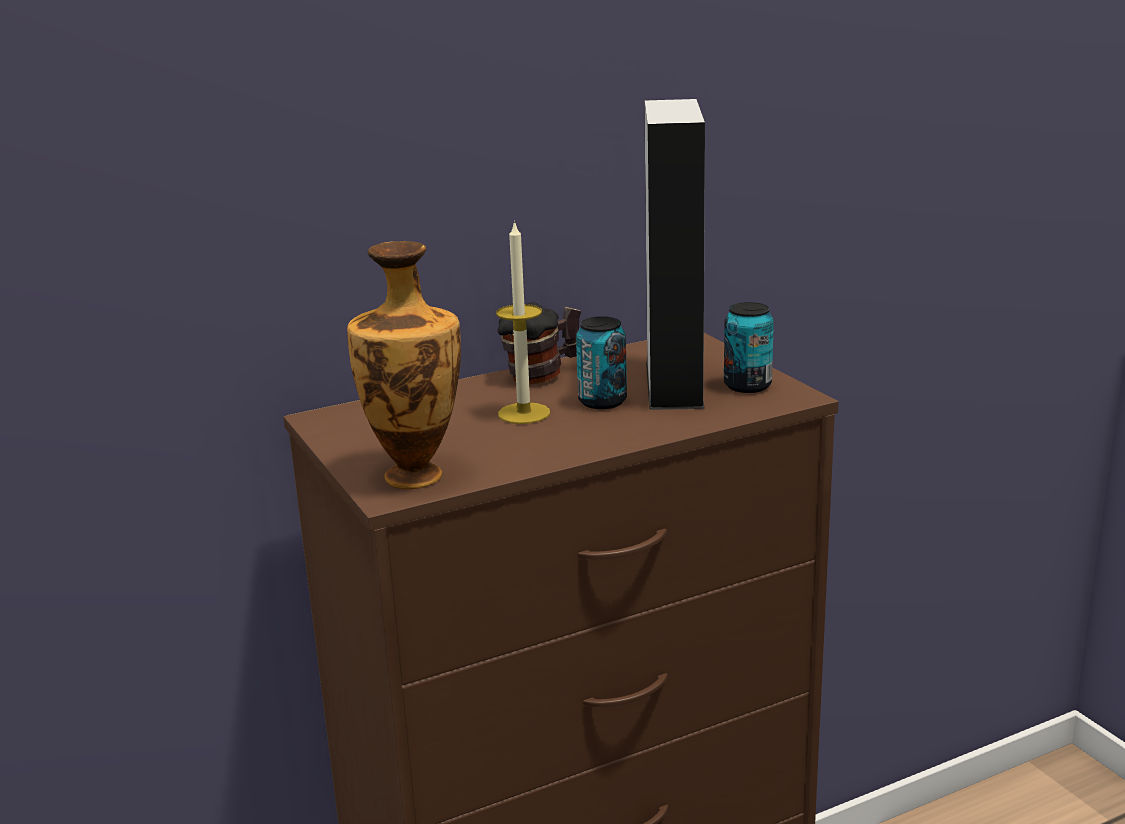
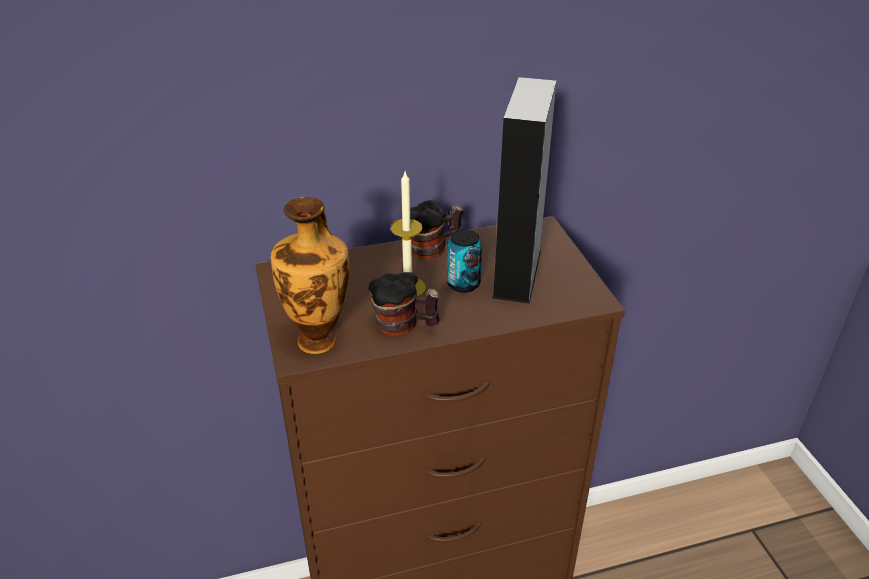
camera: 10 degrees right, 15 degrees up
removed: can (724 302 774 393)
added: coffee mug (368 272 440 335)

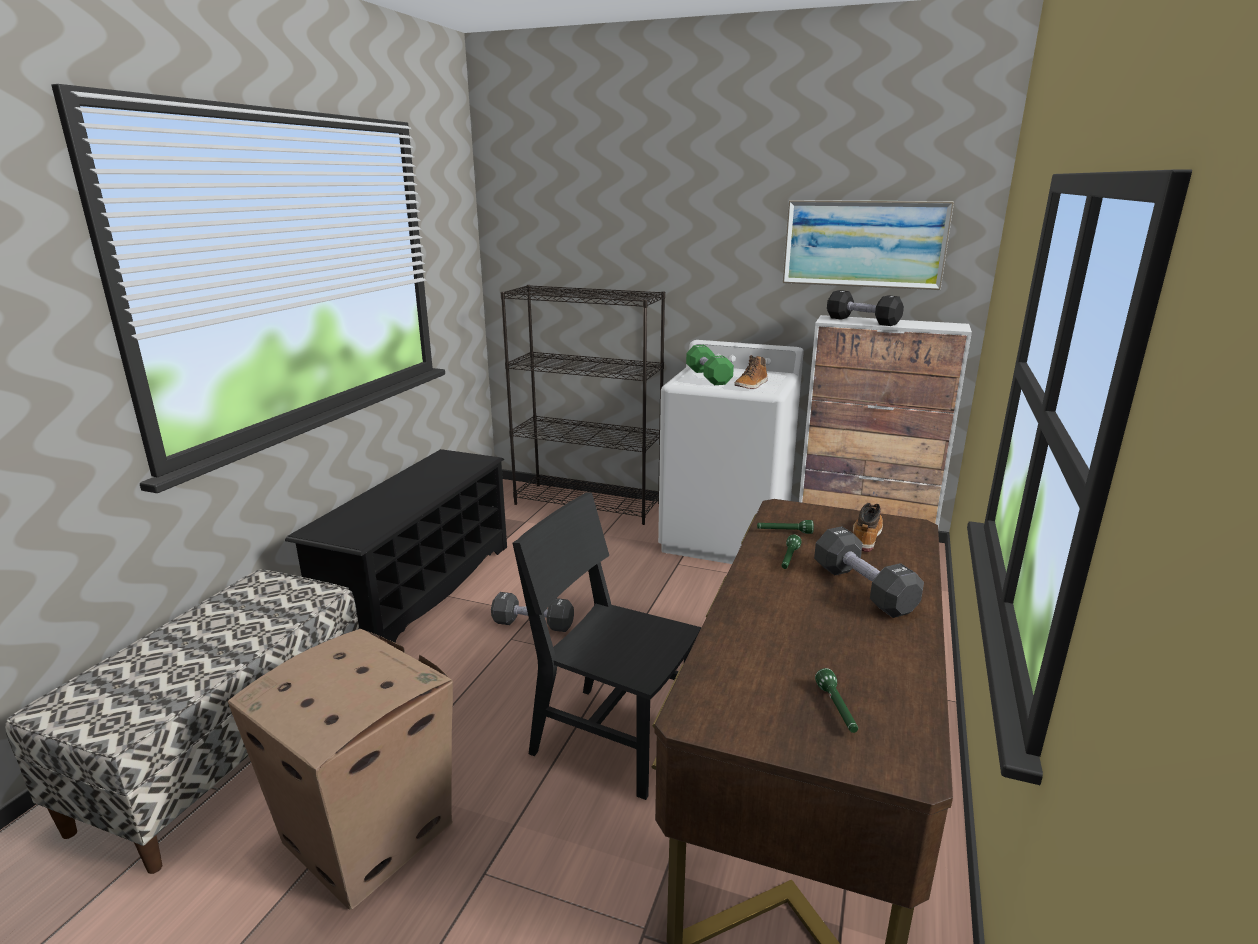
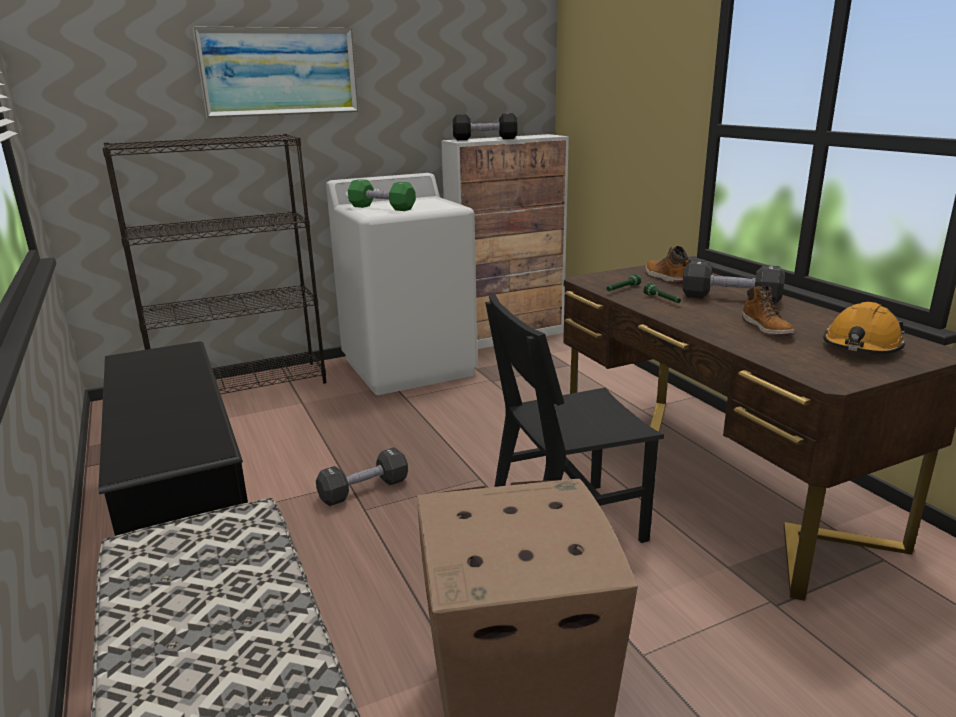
camera: 45 degrees left, 0 degrees up
moved: wall art (783 200 954 290) to (193 27 359 118); boot (735 355 768 389) to (742 286 795 335)
replaced: flashlight in greenish (815 668 858 733) to work helmet in orange (823 302 905 354)

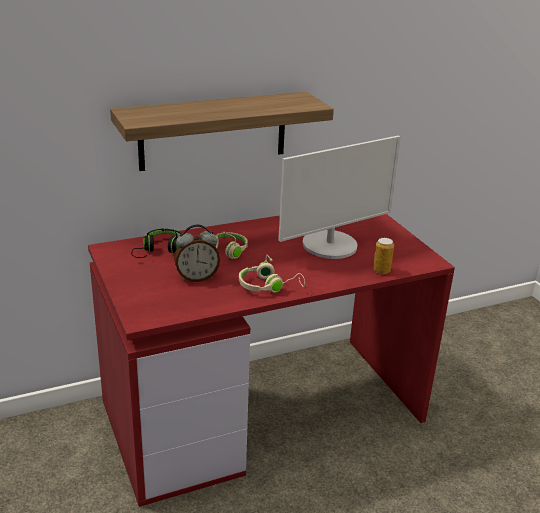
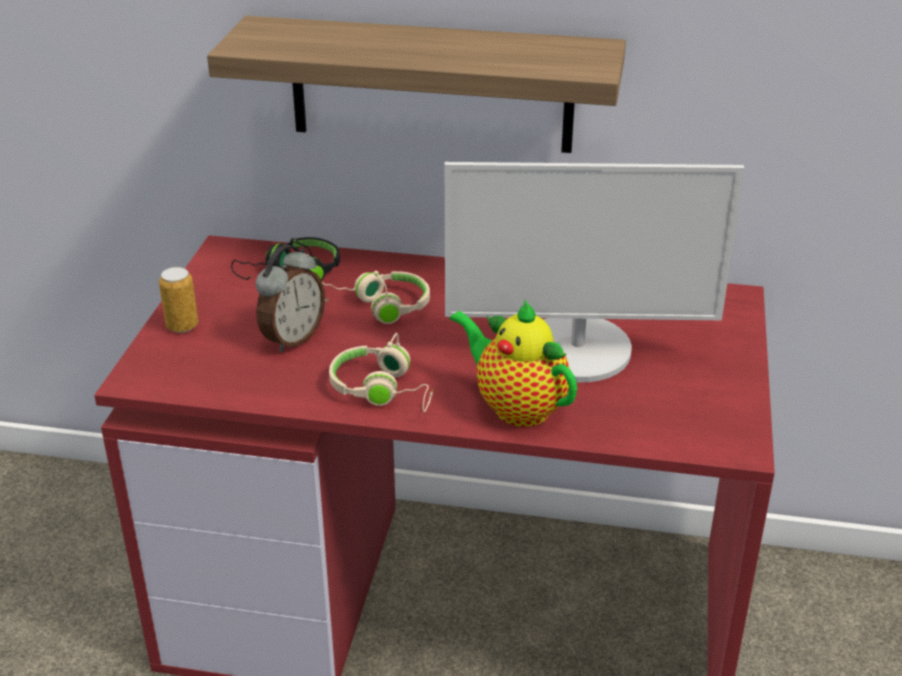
camera: 35 degrees right, 5 degrees up
added: pot for tea (449 299 577 427)
moved: can (373 238 394 274) to (159 267 198 333)
turned: bedside clock (174 224 220 282) = (256 244 325 352) 75 degrees counterclockwise

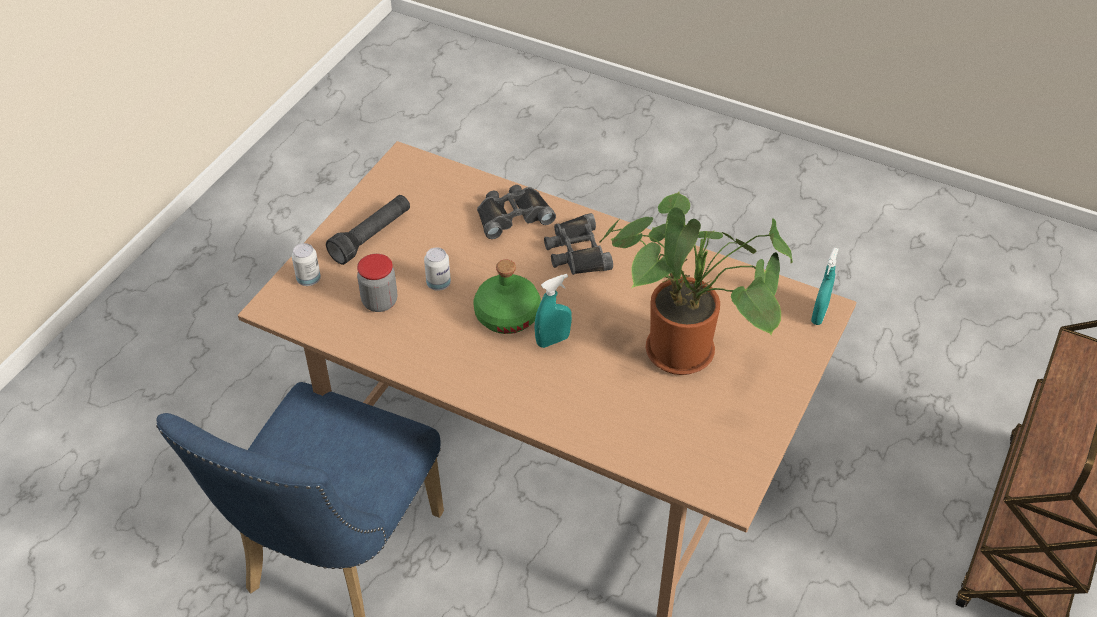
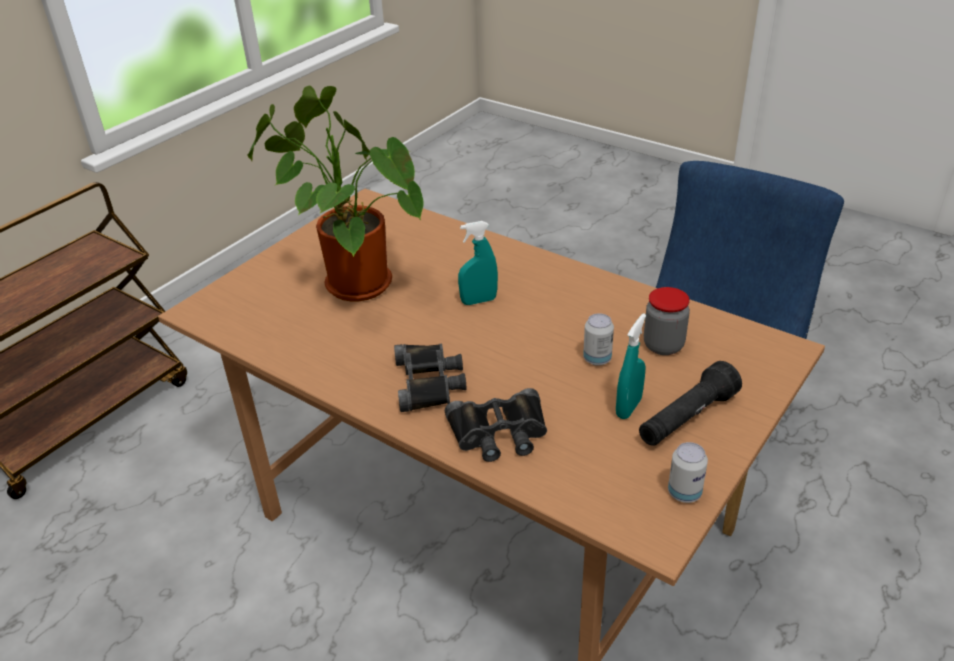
camera: 170 degrees left, 10 degrees down
removed: beverage bottle in greenish (474 260 541 334)
moved: can (292 243 321 286) to (668 442 708 503); sprayer in turquoise-coloured (811 247 839 325) to (616 313 646 419)

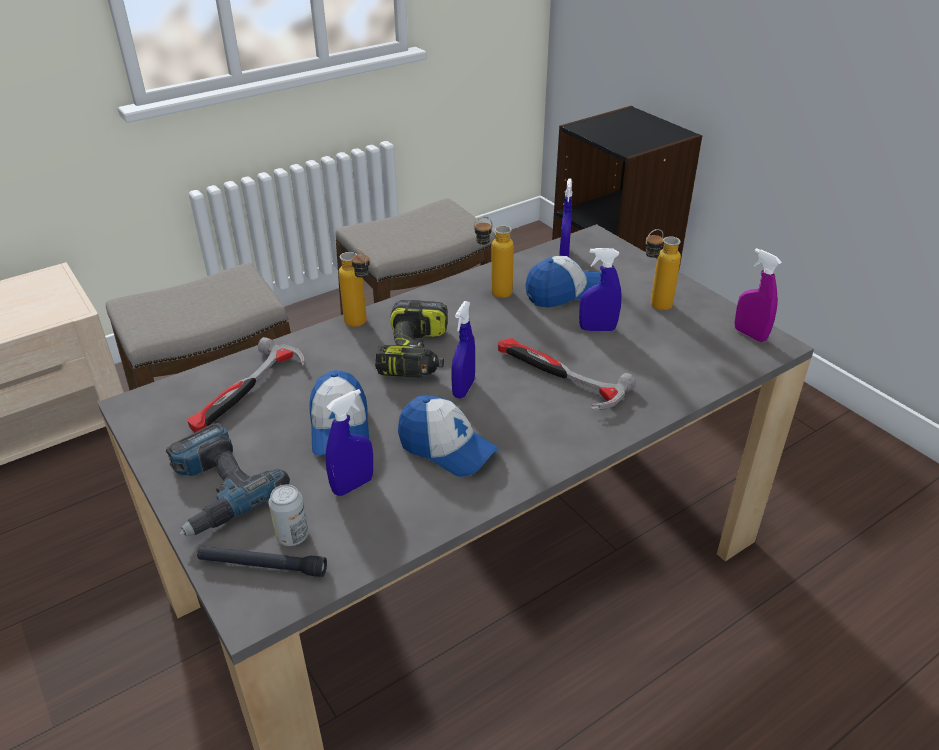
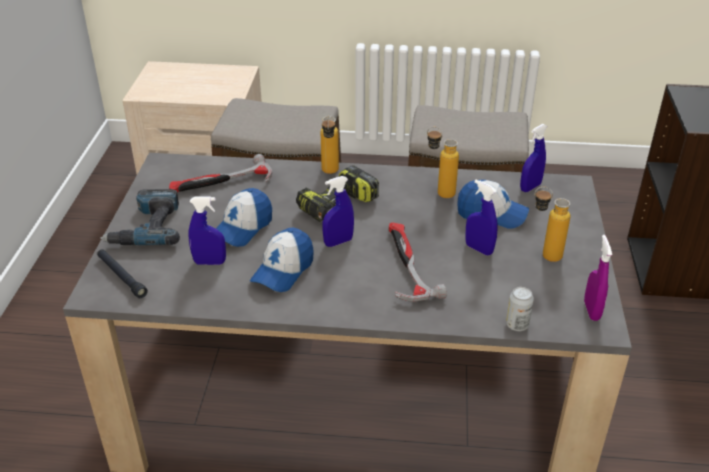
camera: 40 degrees right, 0 degrees up
moved: can (268 484 308 546) to (506 287 534 331)
turned: peaked cap (398 396 498 477) = (250 228 314 292) 45 degrees clockwise

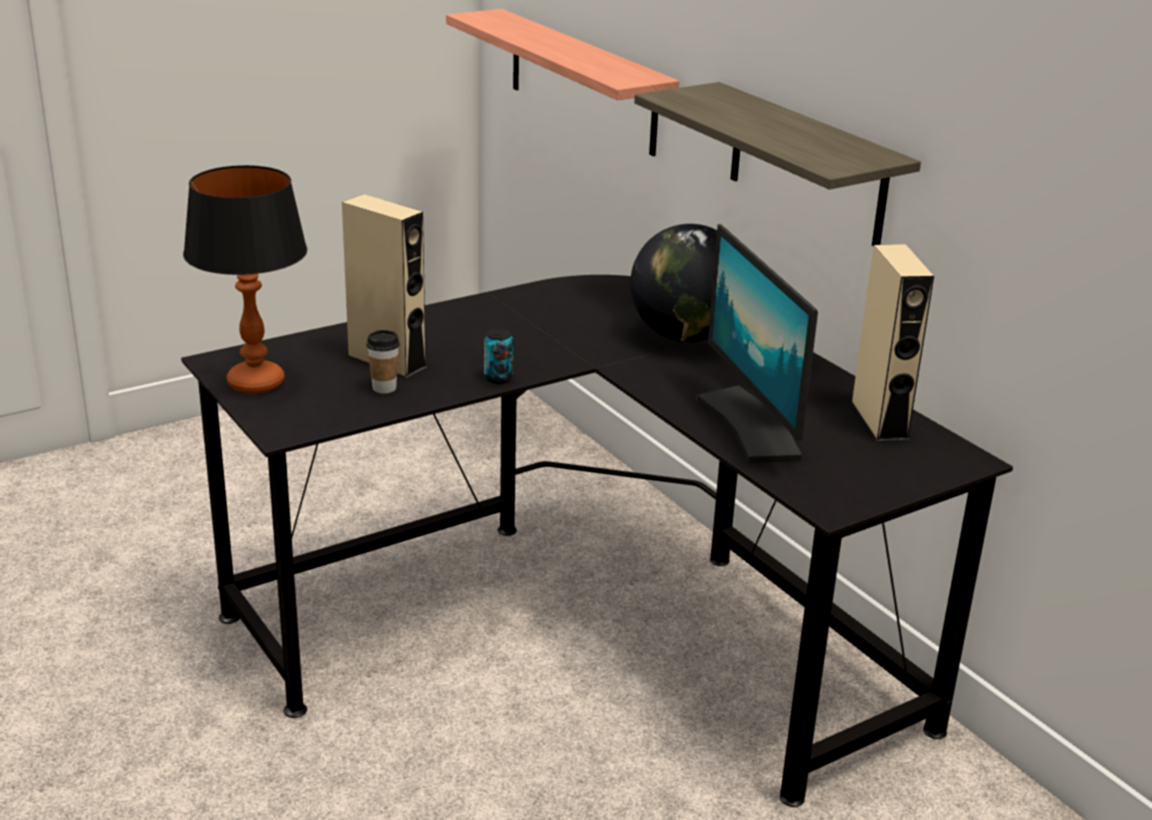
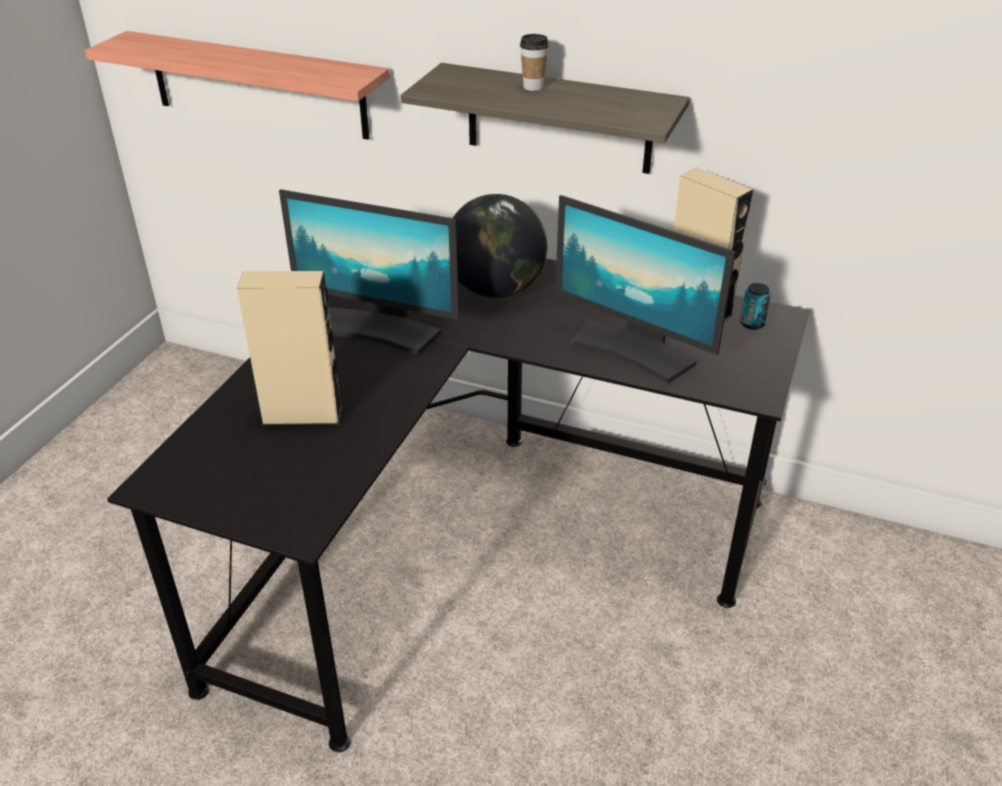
camera: 35 degrees left, 10 degrees up
removed: table lamp (183 165 307 394)
added: computer screen (279 189 459 355)
moved: can (484 328 514 384) to (740 283 771 330); small cup (366 330 400 394) to (520 34 549 91)

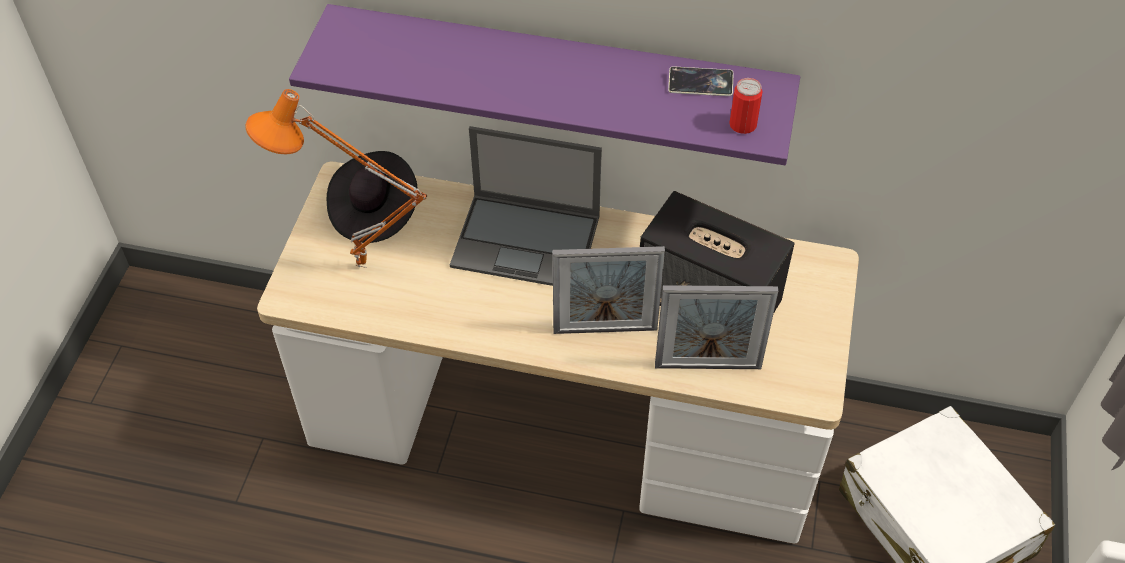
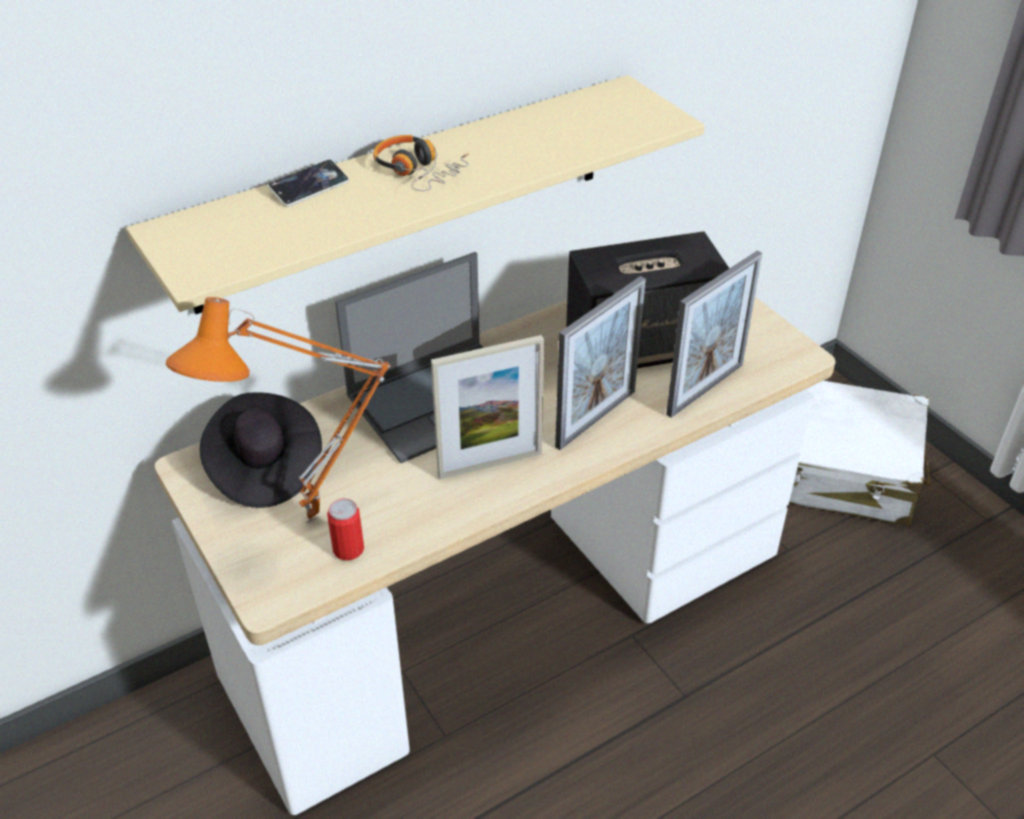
camera: 45 degrees left, 10 degrees down
added: headphones (373 135 469 191); standing frame (431 335 544 480)
moved: phone (668 67 734 96) to (268 160 349 207); can (729 78 763 134) to (327 498 364 560)
recoloured: shelf in purplish (289 4 800 165) to shelf in beige-coloured (126 75 705 314)

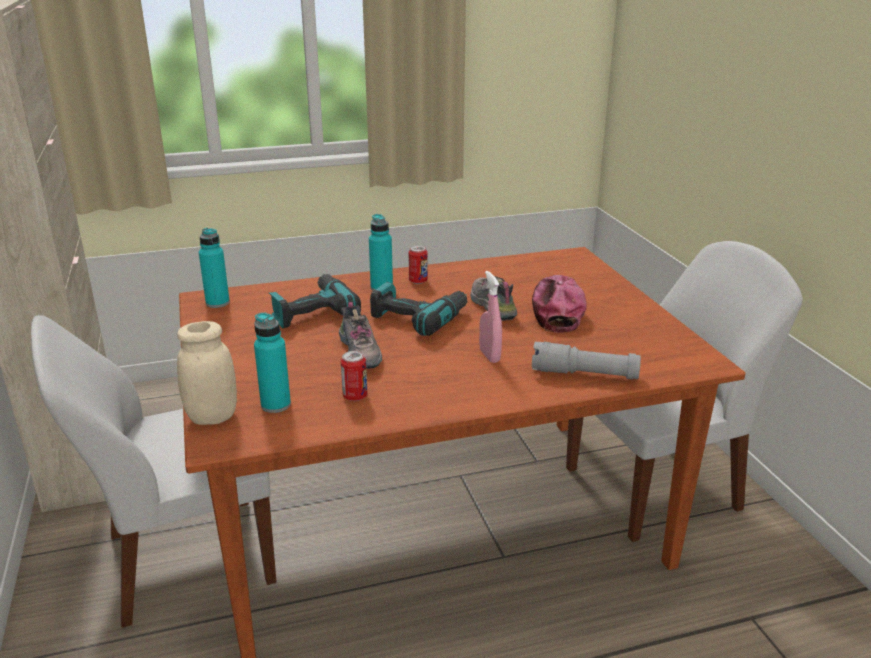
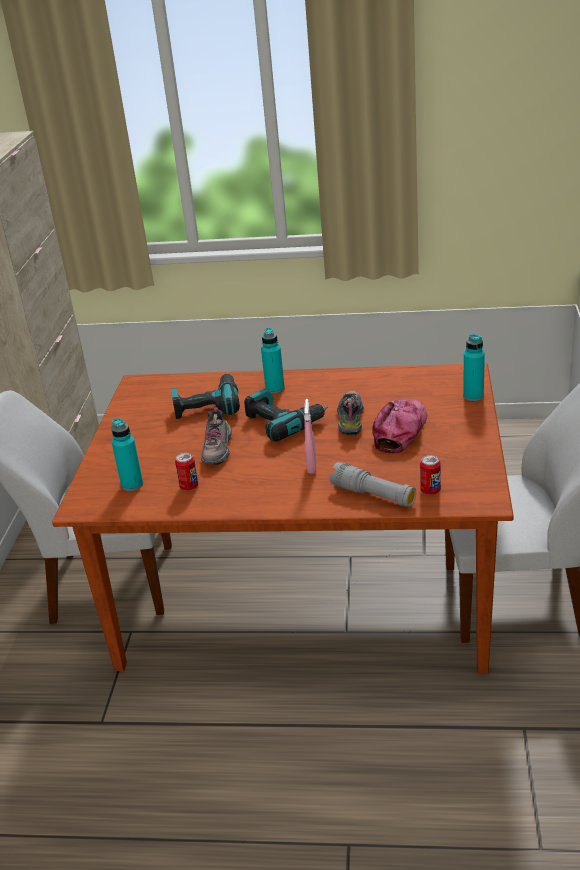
camera: 25 degrees right, 5 degrees up
removed: storage jar in beige-coloured (177 321 237 425)
moved: beverage bottle in turquoise-coloured (199 228 230 308) to (463 334 485 401); can (408 246 428 284) to (420 455 441 495)

